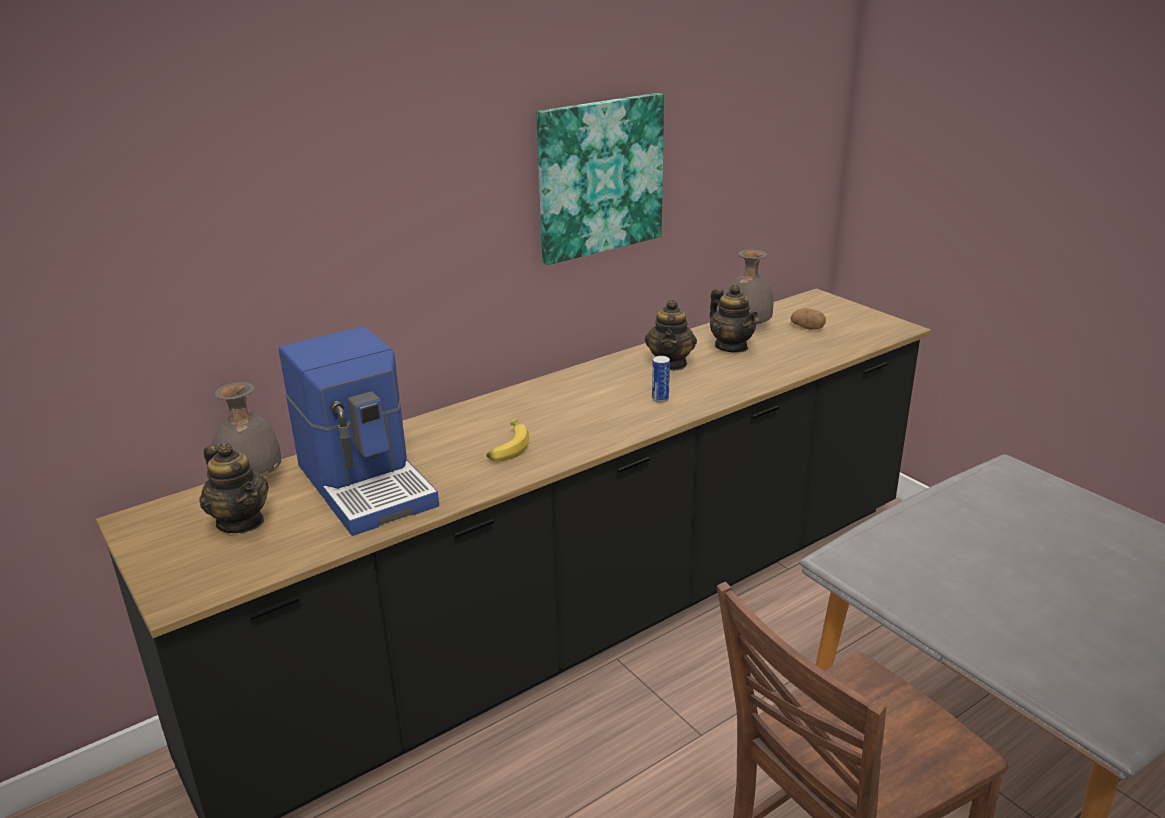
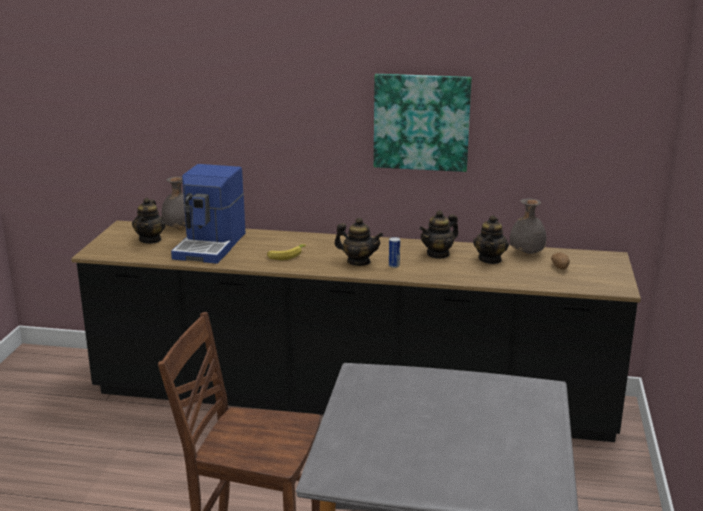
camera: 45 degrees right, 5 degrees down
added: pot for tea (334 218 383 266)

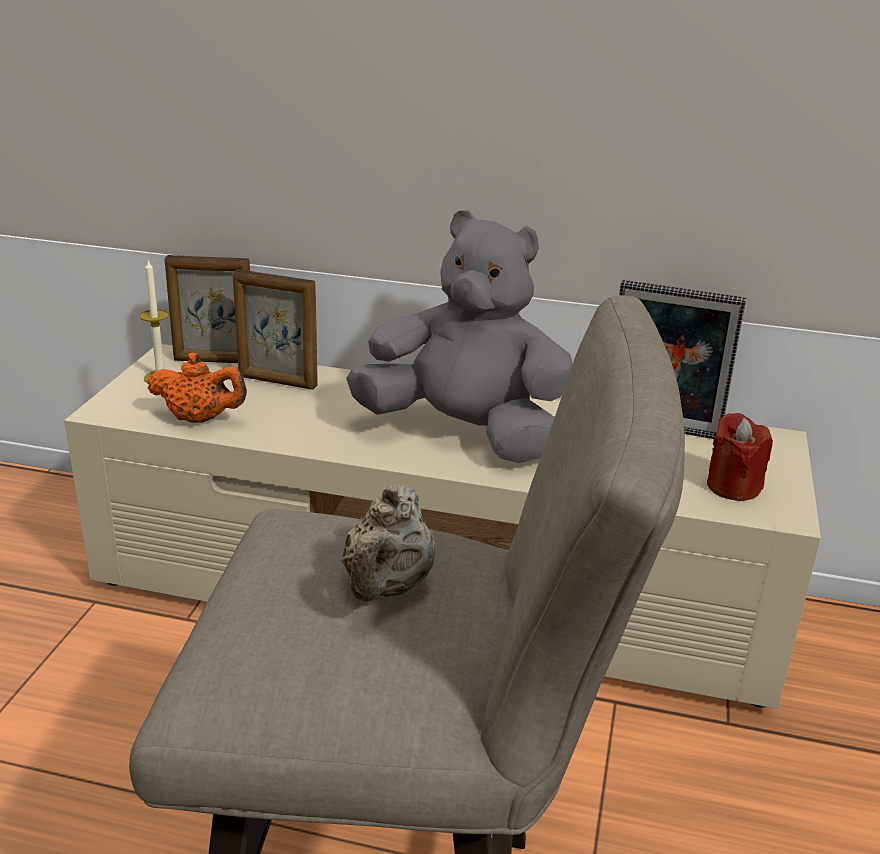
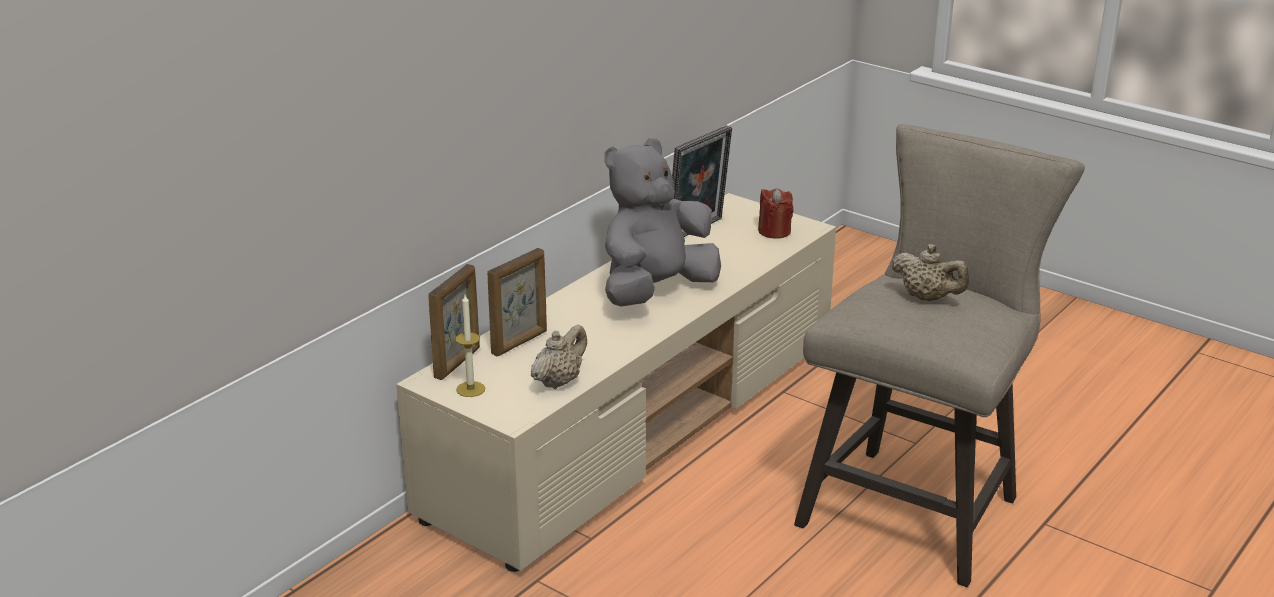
camera: 65 degrees left, 0 degrees up
recoloured: pot for tea in orange (148 353 247 423) to pot for tea in beige-coloured (531 324 587 389)

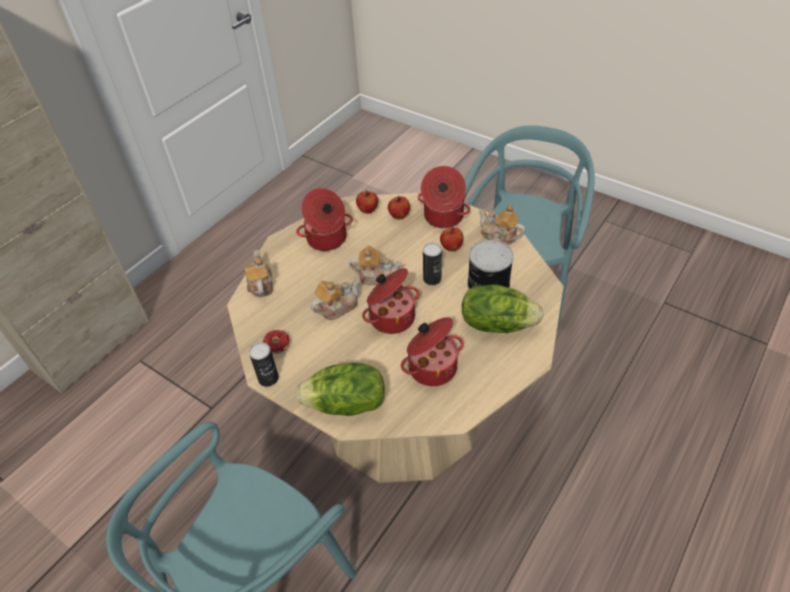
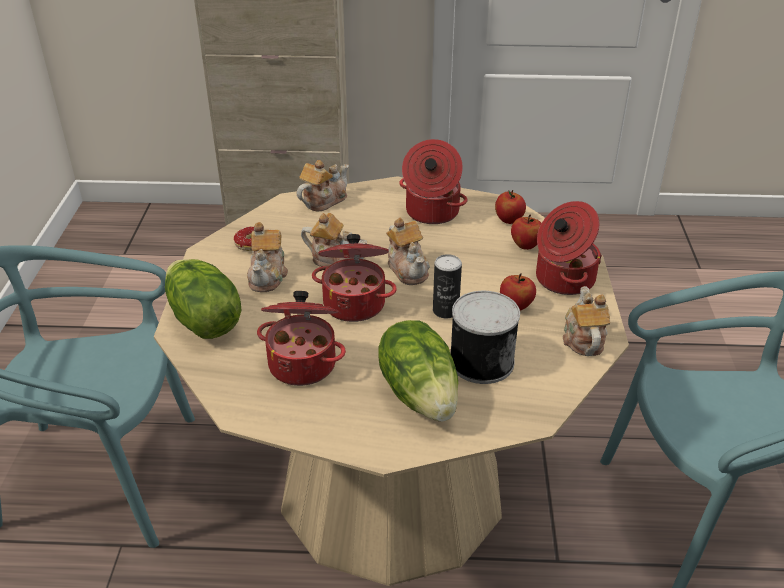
camera: 55 degrees right, 10 degrees down
removed: can (249 342 279 387)
added: pot for tea (247 222 288 292)

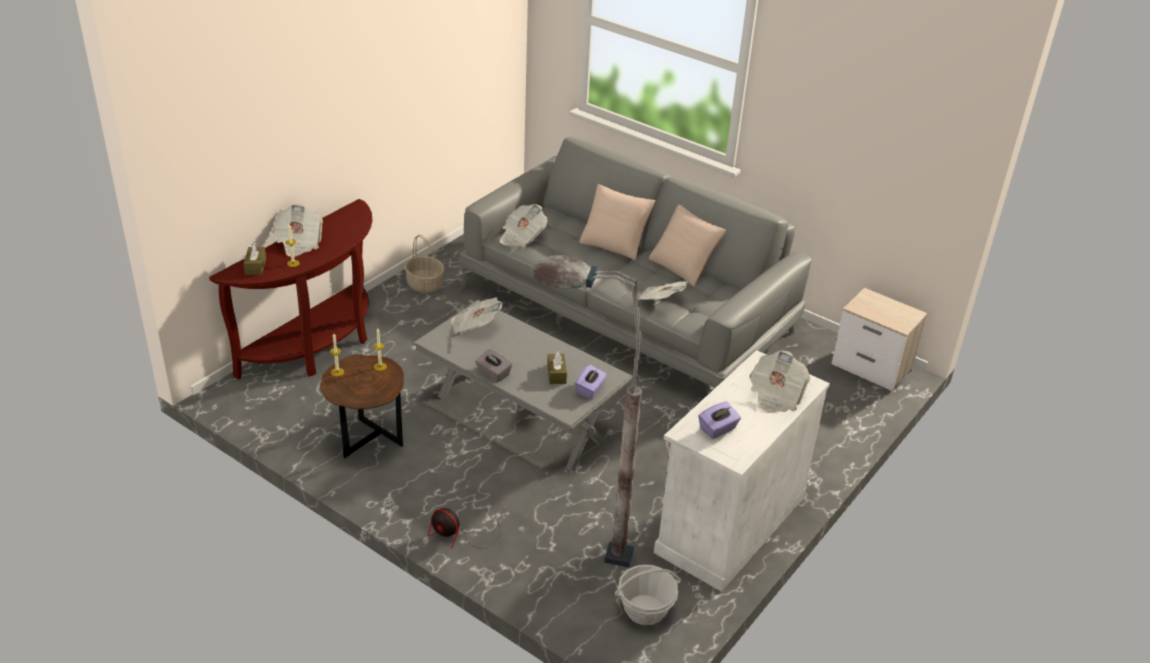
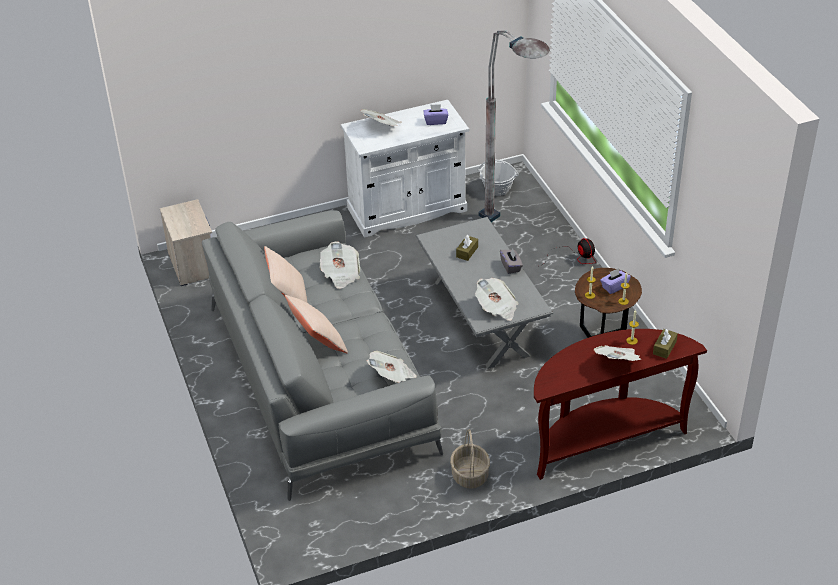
camera: 145 degrees left, 5 degrees up
moved: tissue box in purplish (575 365 607 399) to (600 268 631 294)

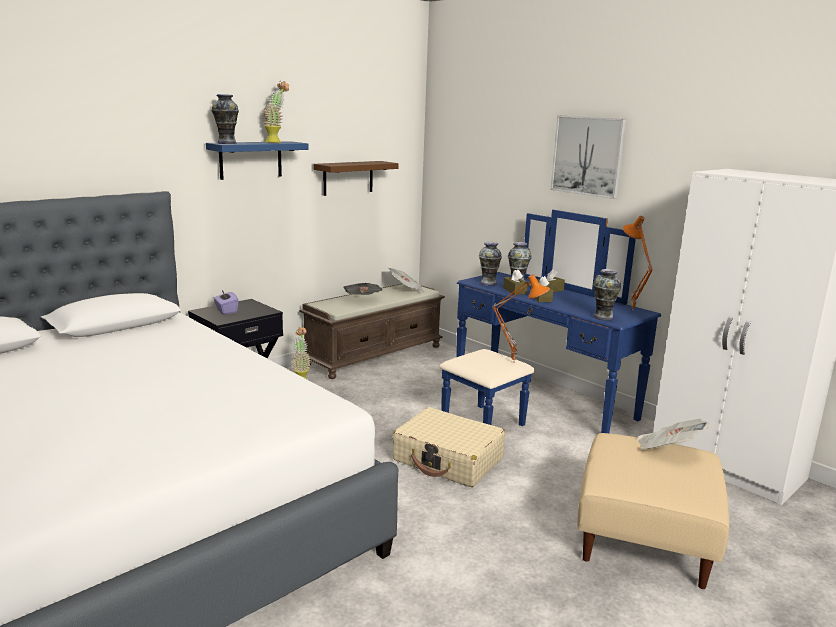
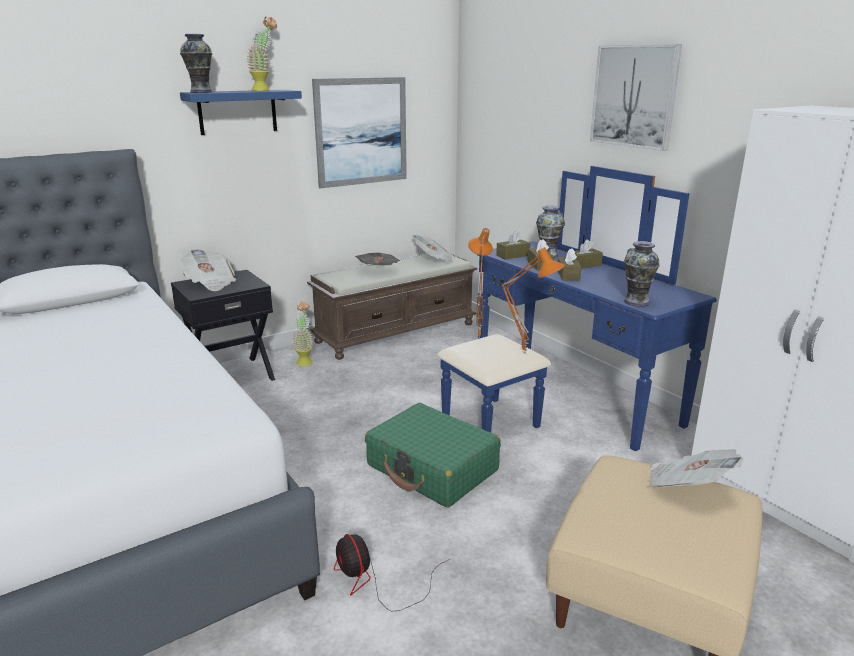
camera: 10 degrees right, 5 degrees up
added: cooling fan (334 534 448 611)
moved: table lamp in orange (623 216 653 311) to (468 228 493 338)
replaced: shelf in brown-coloured (313 161 399 196) to wall art (312 77 407 189); flower vase (479 242 502 286) to tissue box in brown-coloured (496 231 530 259); tissue box in purplish (214 290 239 314) to daily paper (180 249 236 291)
recoloured: travel case in beige-coloured (393 407 505 487) to travel case in greenish (365 403 501 508)

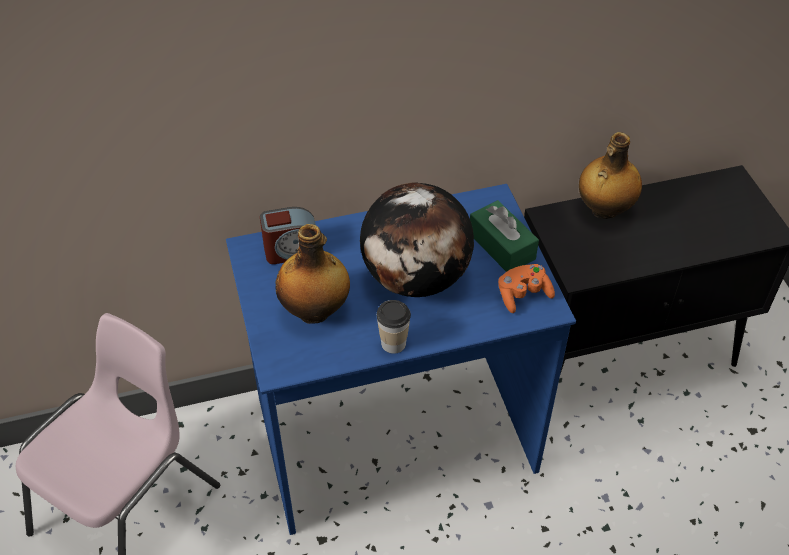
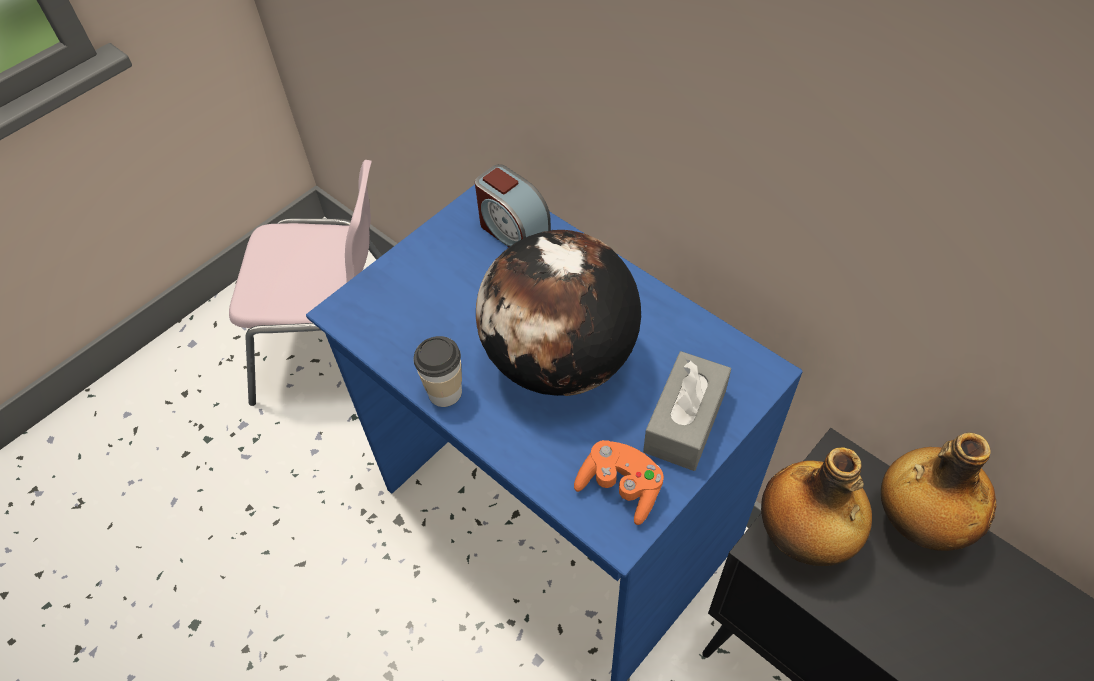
camera: 60 degrees right, 5 degrees up
moved: beverage bottle (275 224 350 324) to (761 447 872 566)
recoloured: tissue box in greenish (470 200 539 272) to tissue box in grey (643 351 731 471)

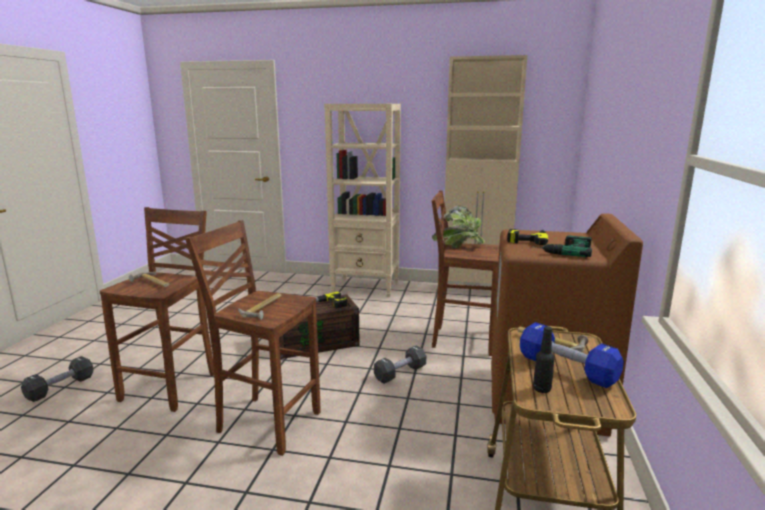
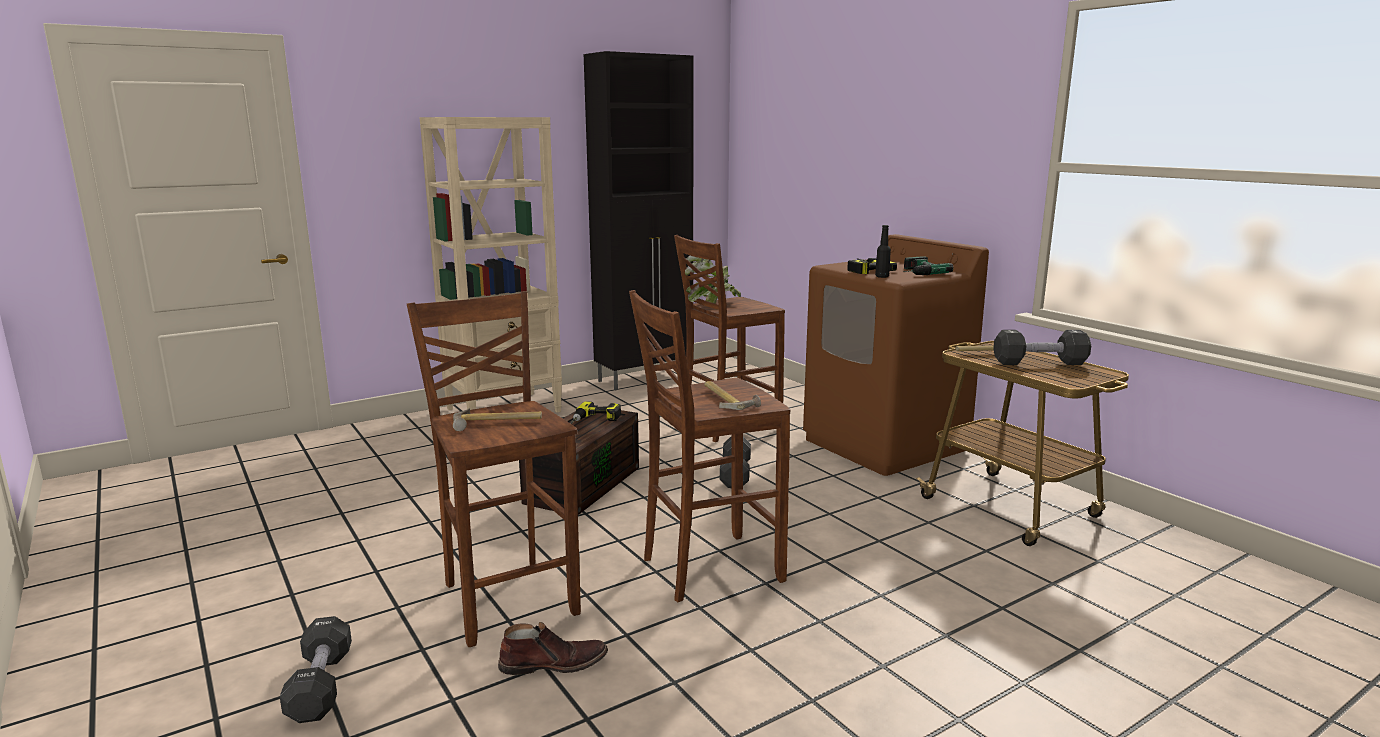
camera: 45 degrees left, 0 degrees up
added: boot in brown-coloured (498 622 608 675)
moved: beverage bottle in black (533 326 555 393) to (875 225 891 278)
recoloured: storage cabinet in beige-coloured (443 55 527 284) to storage cabinet in black (584 51 694 390); free weight in blue (520 322 624 388) to free weight in black (993 330 1091 365)

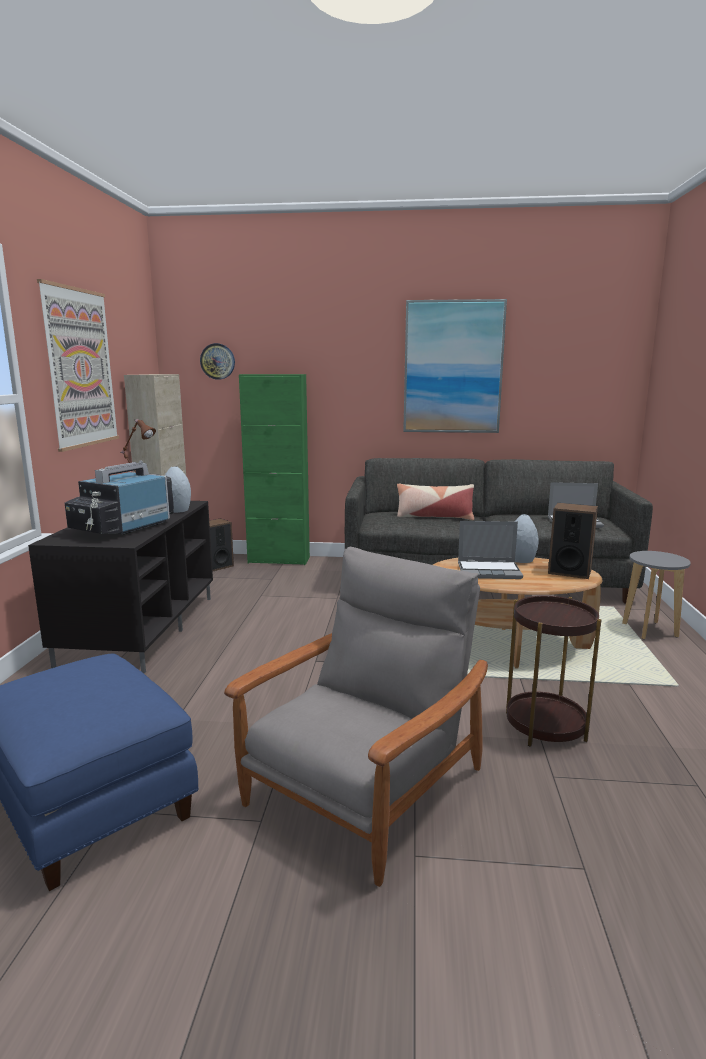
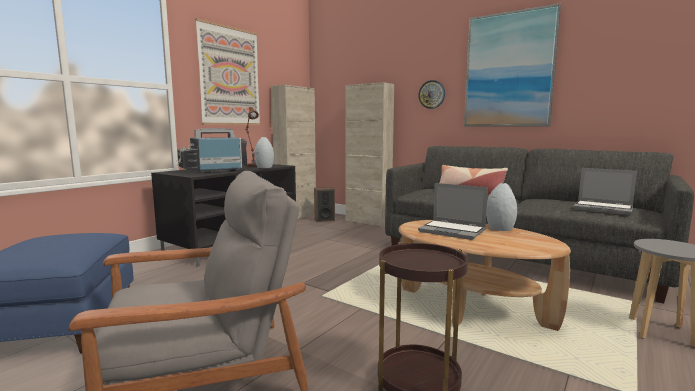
camera: 30 degrees right, 5 degrees down
removed: loudspeaker (548 503 598 579)
moved: clock on the wall (200 343 235 380) to (418 80 445 109)
recoloured: storage cabinet in greenish (239 374 310 565) to storage cabinet in beige-coloured (345 82 394 227)

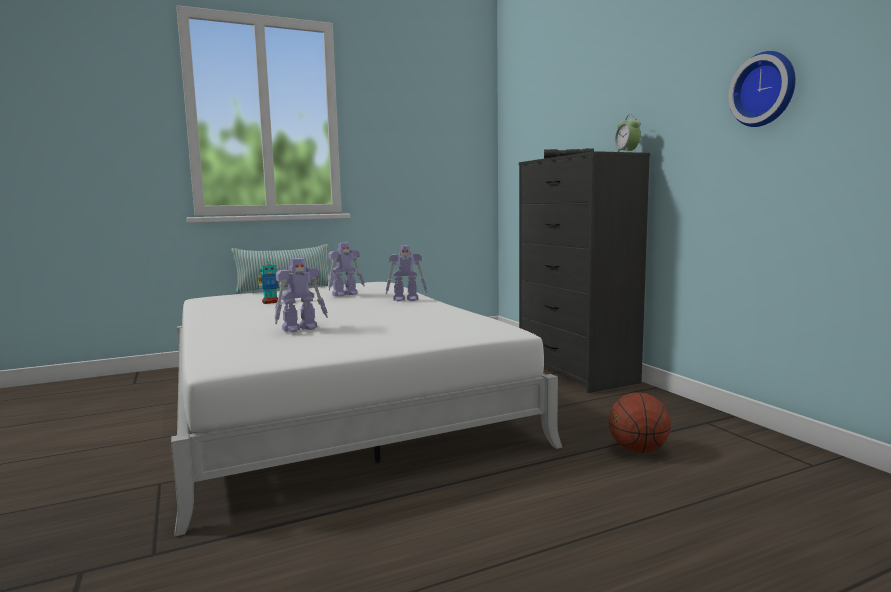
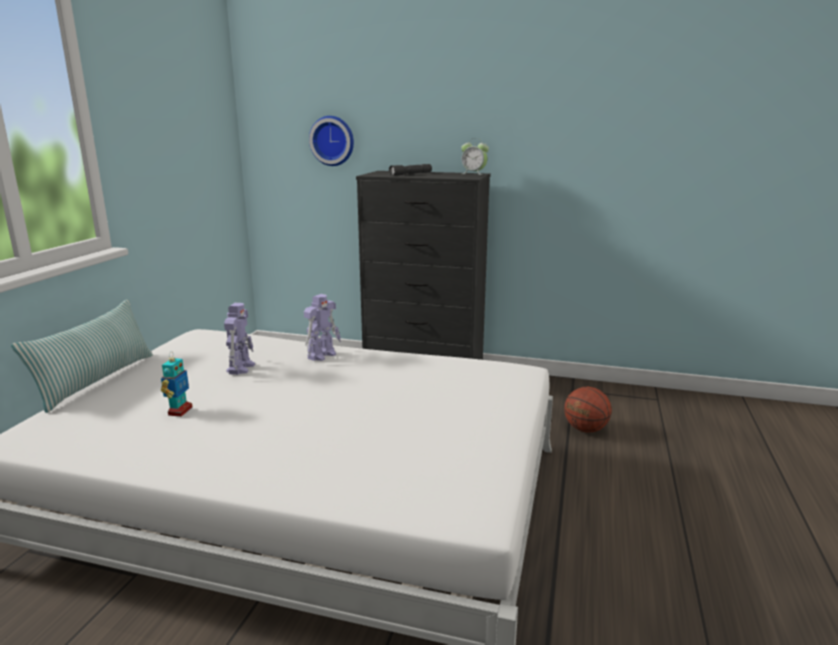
camera: 50 degrees left, 10 degrees up
removed: robot figure (274 258 328 332)
moved: clock on the wall (728 51 796 127) to (309 116 354 166)

